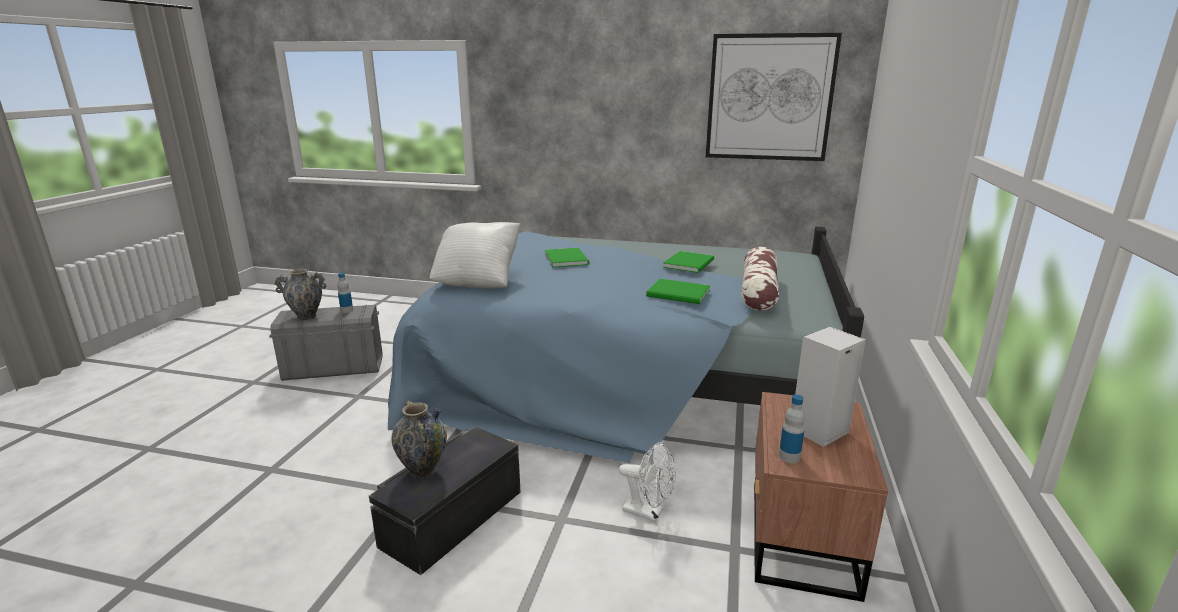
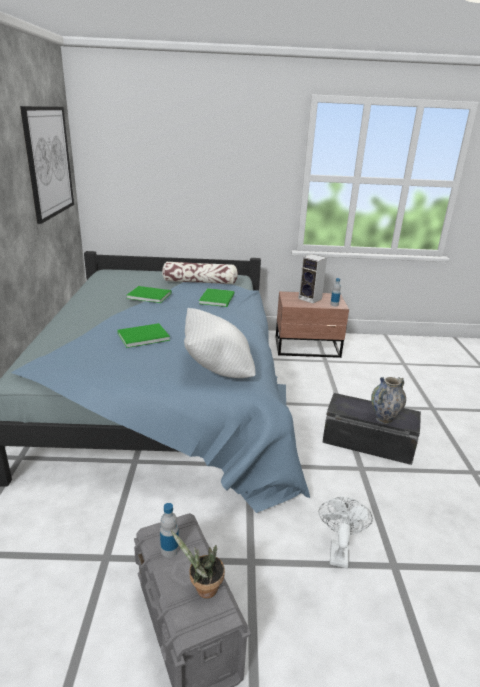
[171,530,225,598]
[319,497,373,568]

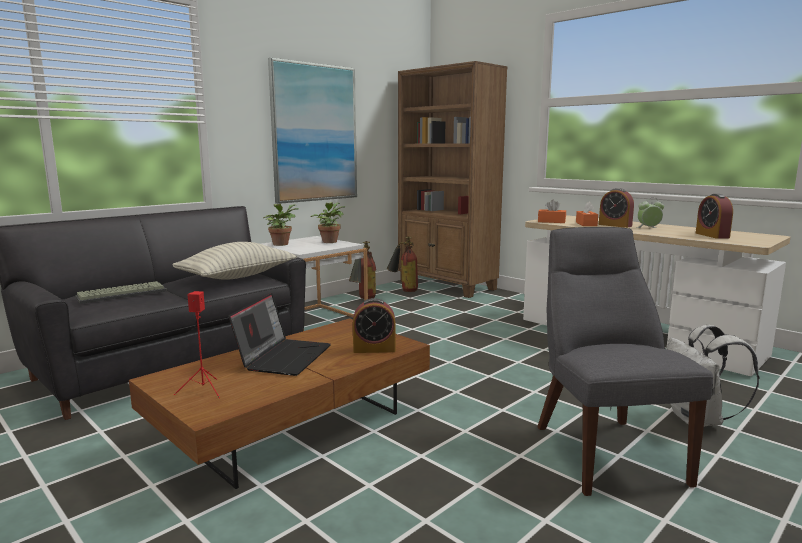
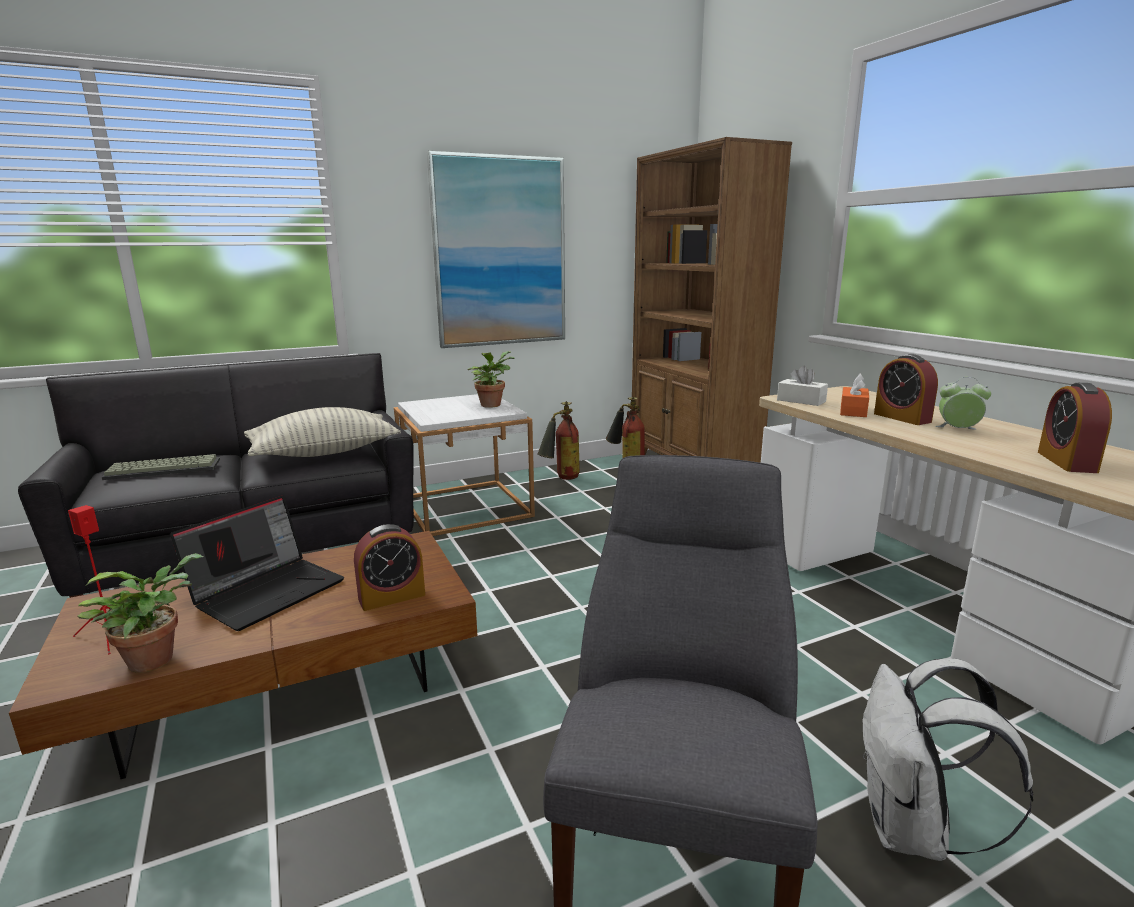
[78,553,203,673]
[354,524,425,611]
[777,365,828,406]

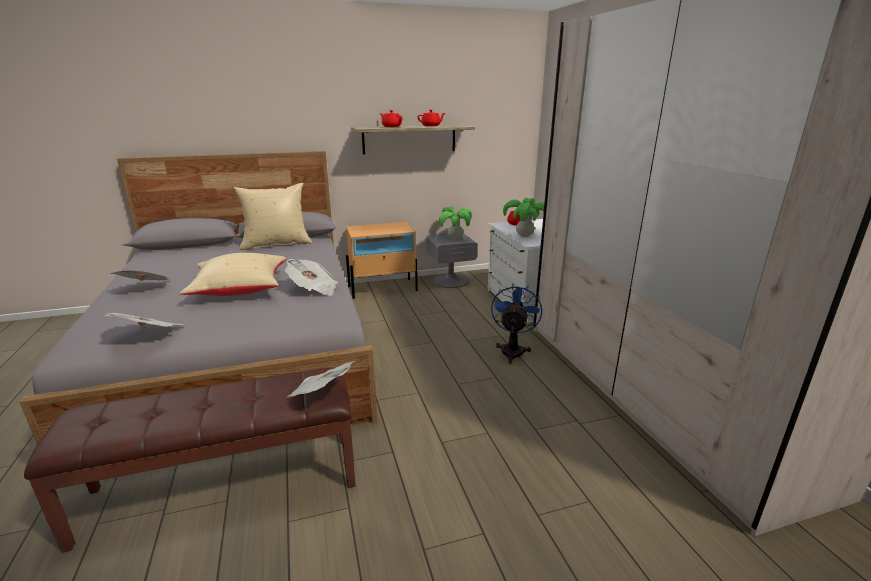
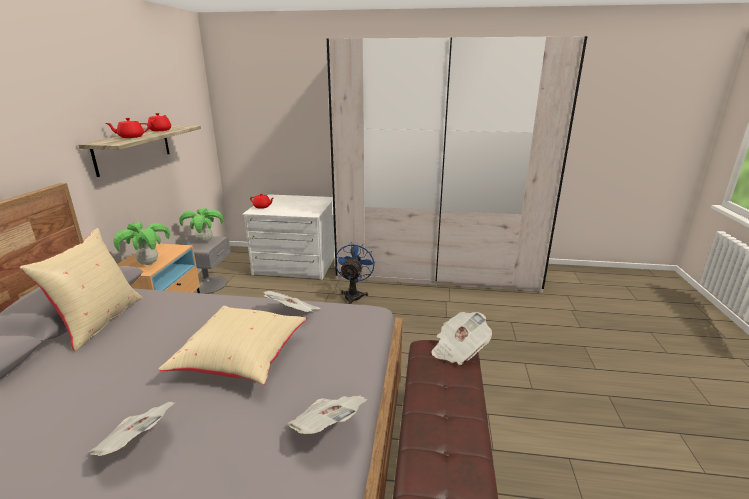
[113,222,170,265]
[335,242,375,304]

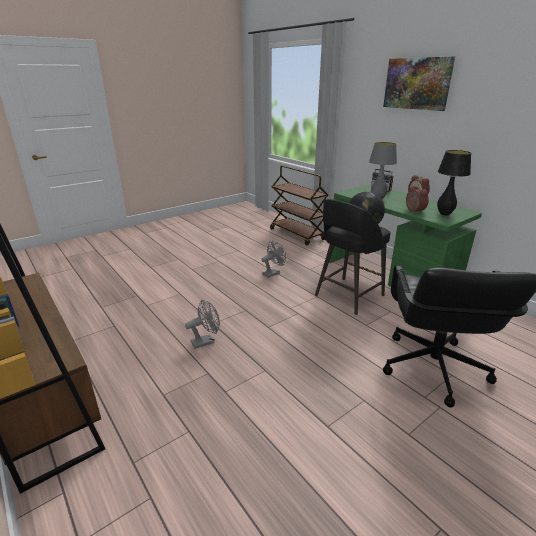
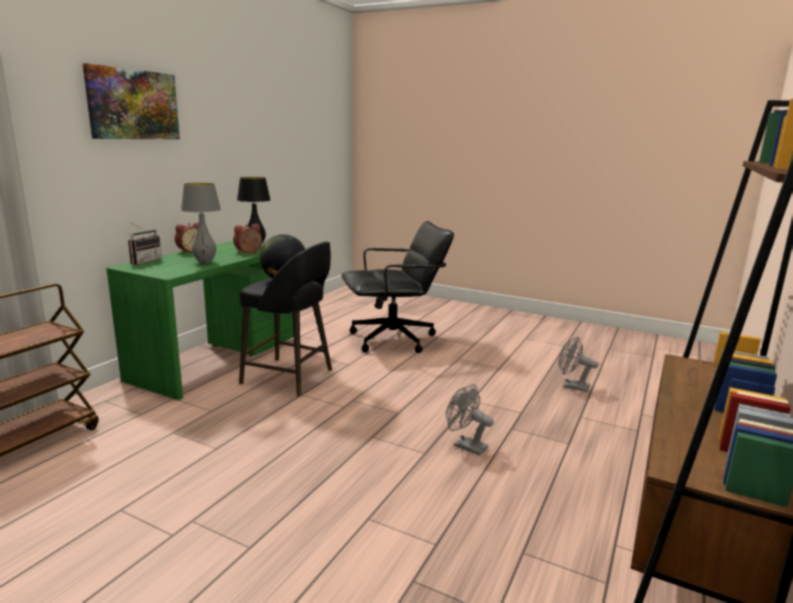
[559,337,598,392]

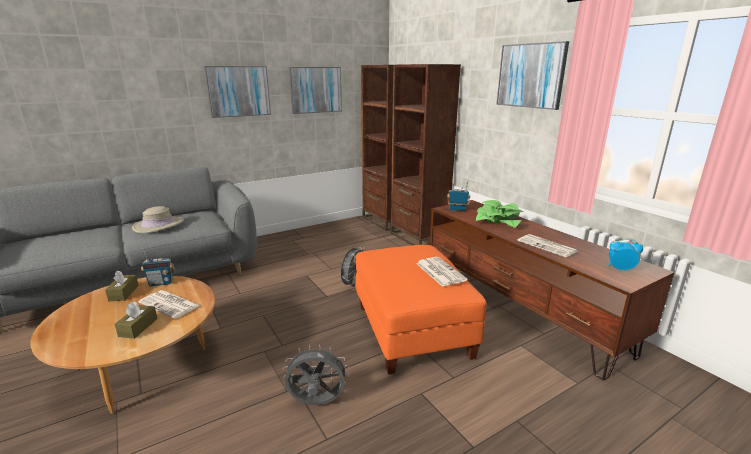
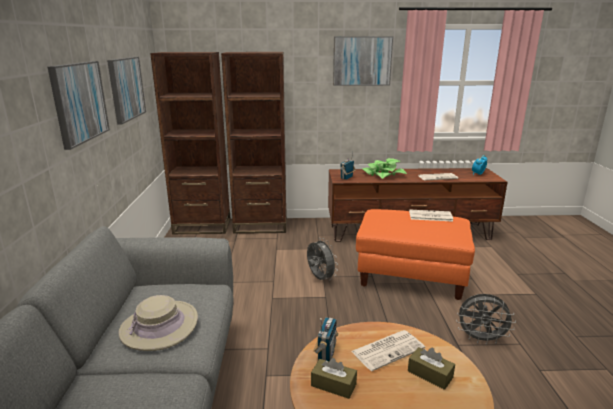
[456,294,516,345]

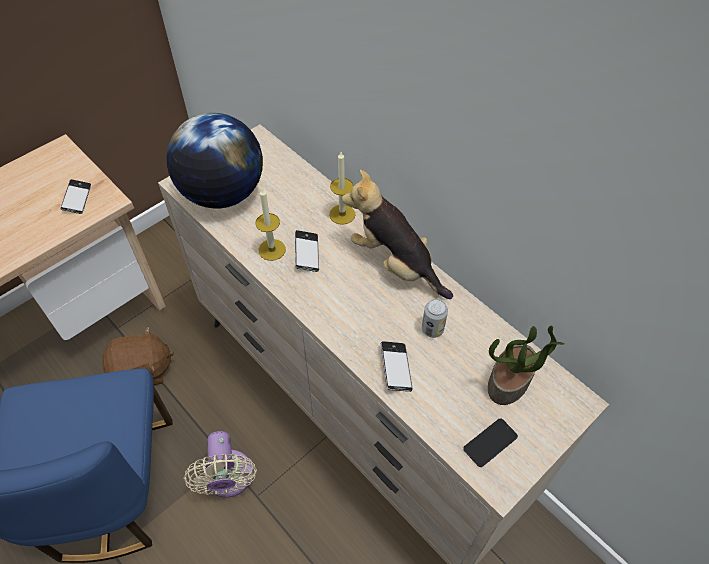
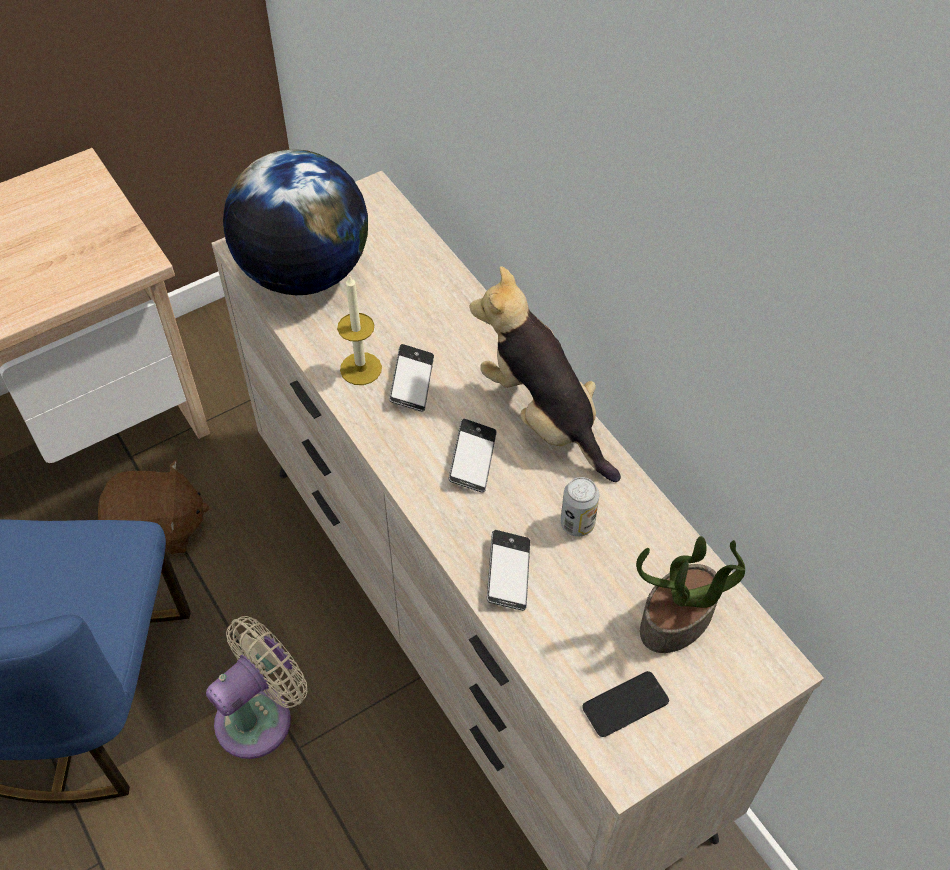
[206,616,308,759]
[448,419,497,492]
[329,152,356,225] (first image)

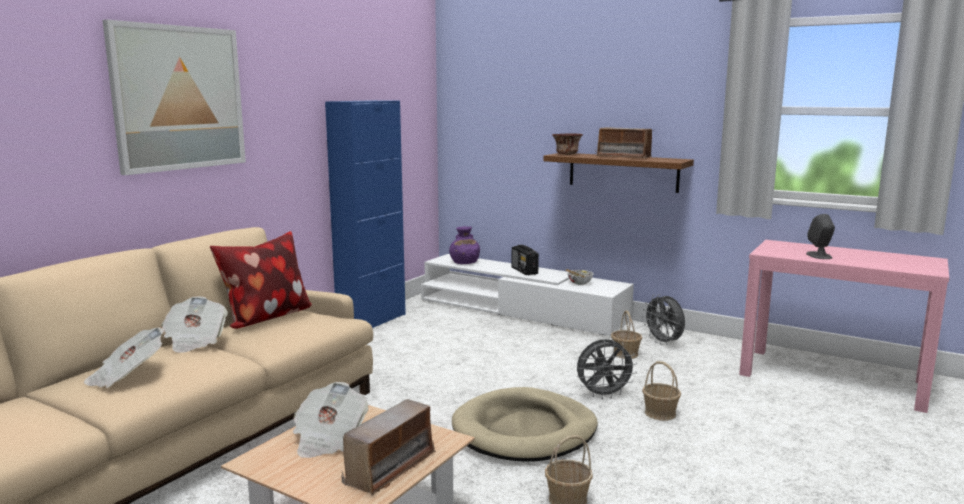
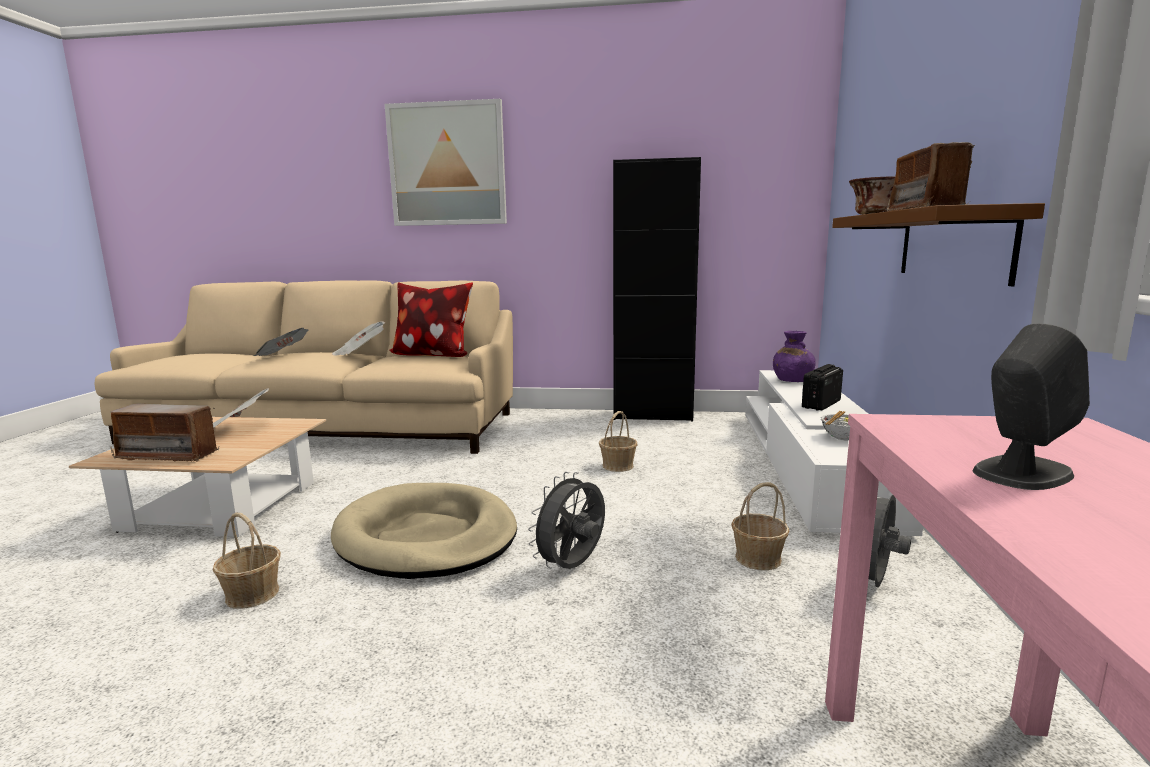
[528,472,605,569]
[599,411,638,472]
[613,157,701,422]

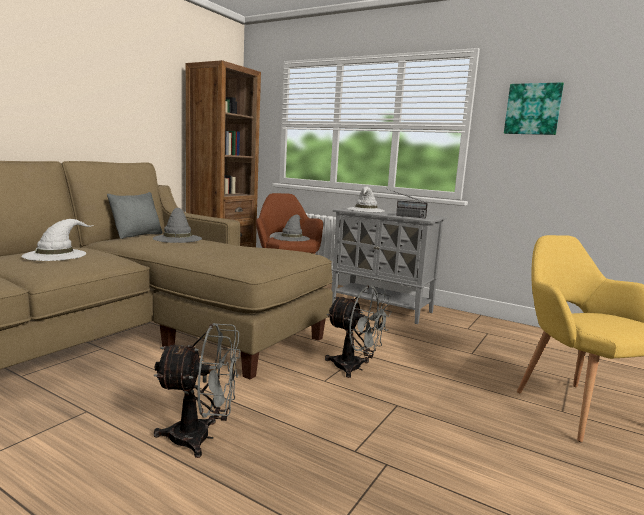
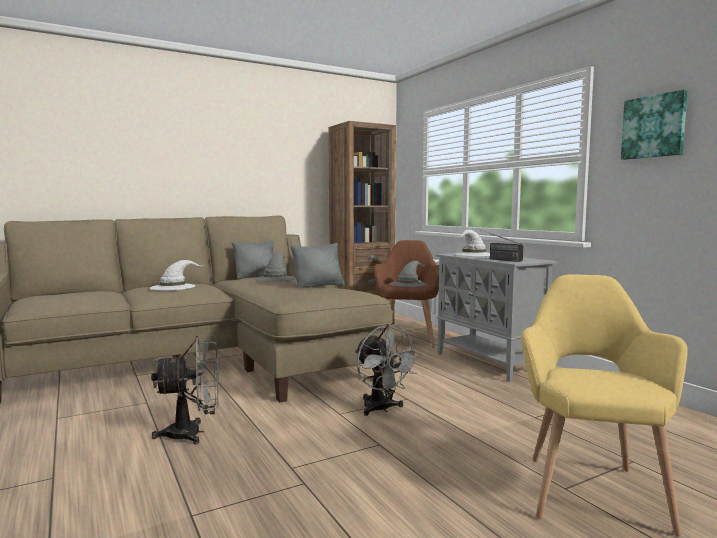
[151,335,219,444]
[290,243,345,289]

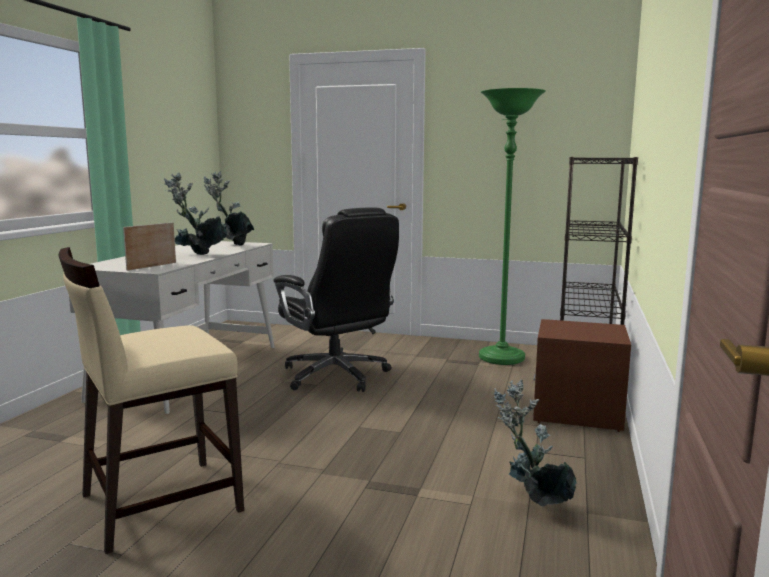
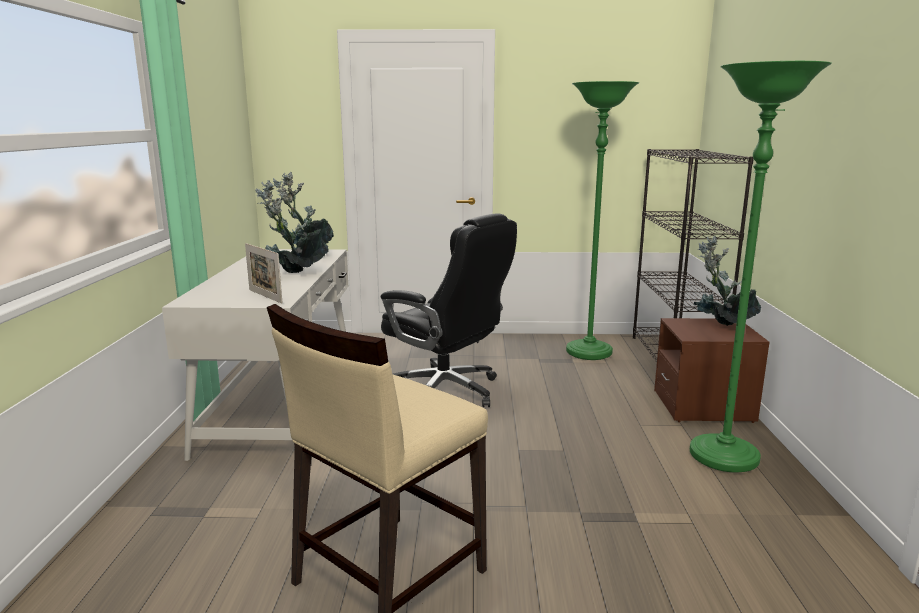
[245,243,282,304]
[690,61,831,472]
[694,236,761,326]

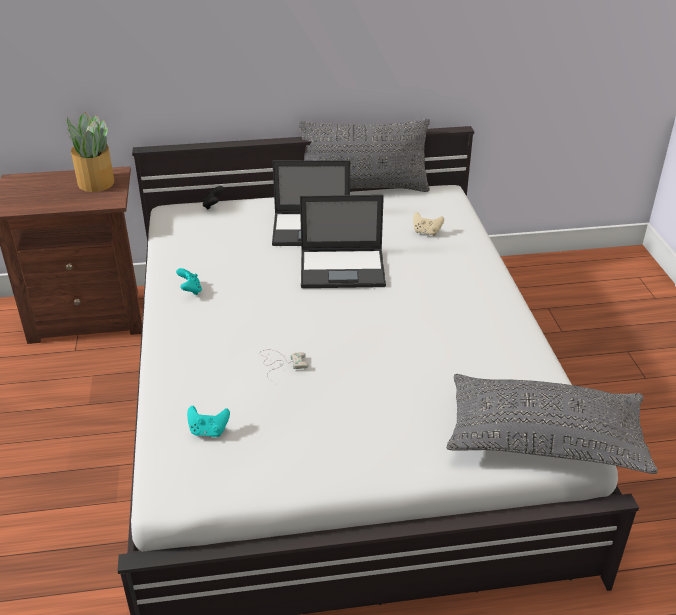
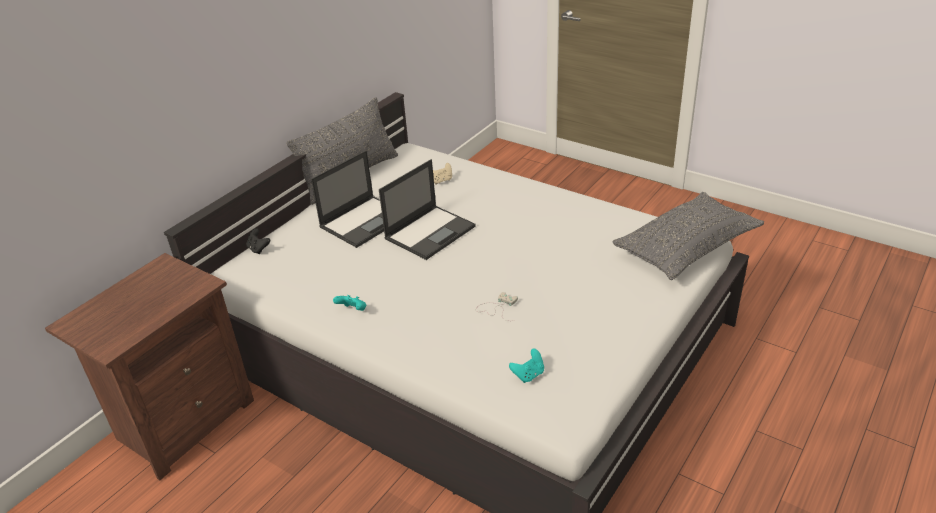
[67,112,114,192] (first image)

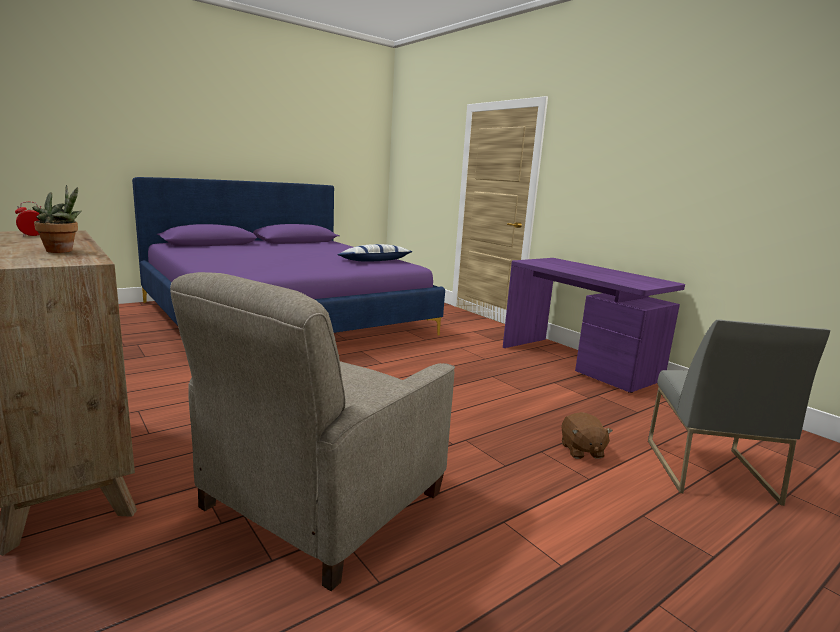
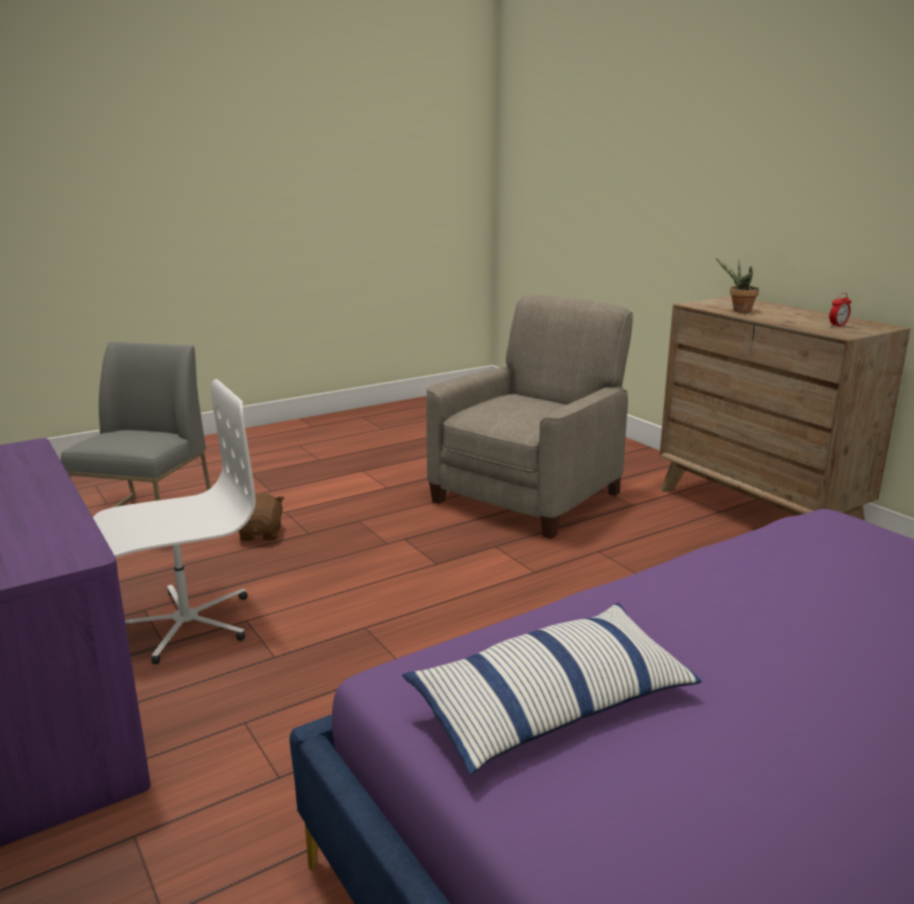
[93,379,255,664]

